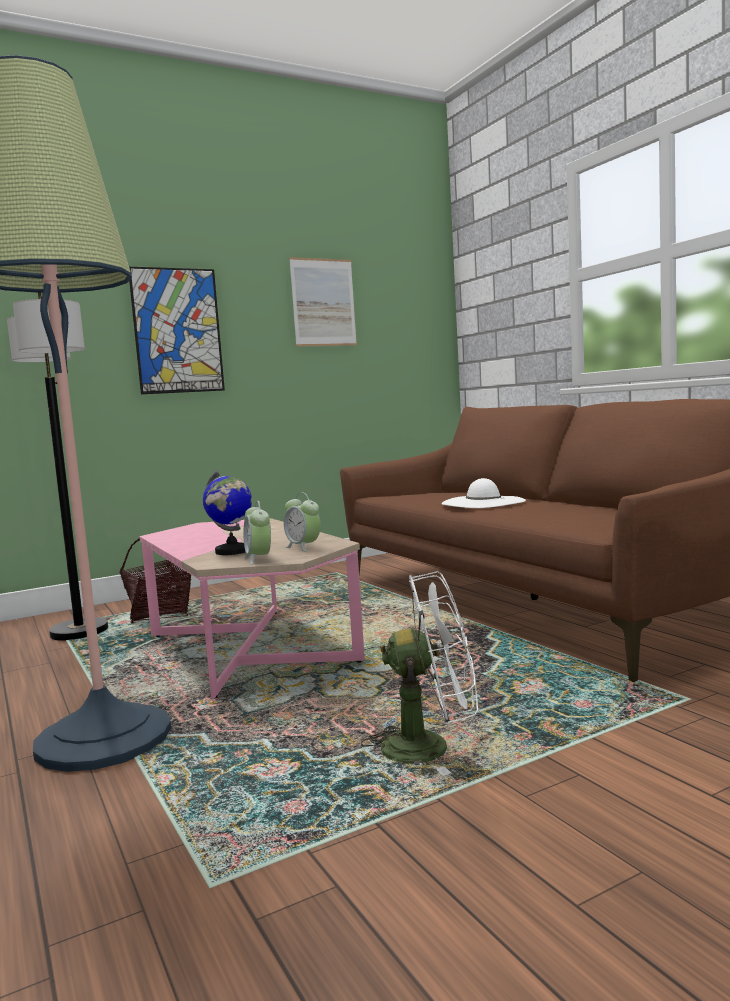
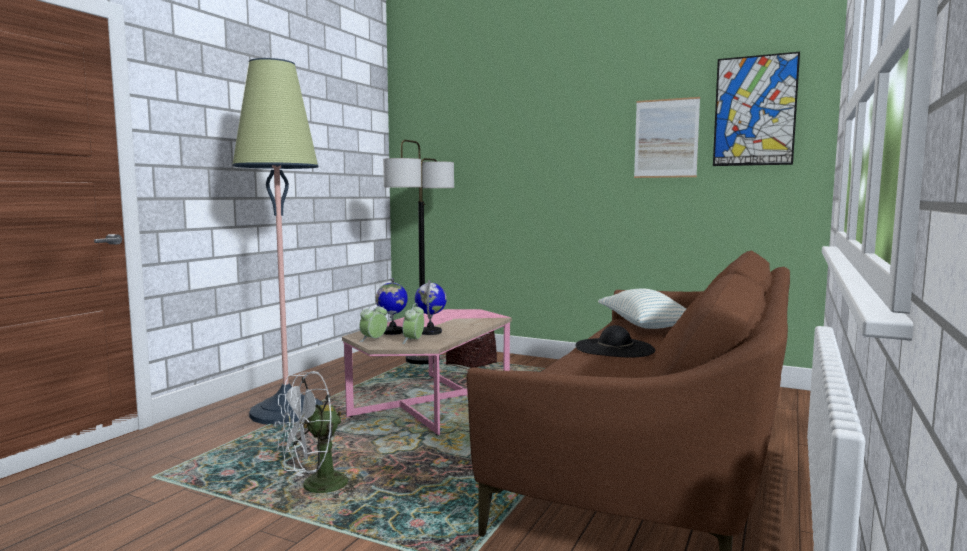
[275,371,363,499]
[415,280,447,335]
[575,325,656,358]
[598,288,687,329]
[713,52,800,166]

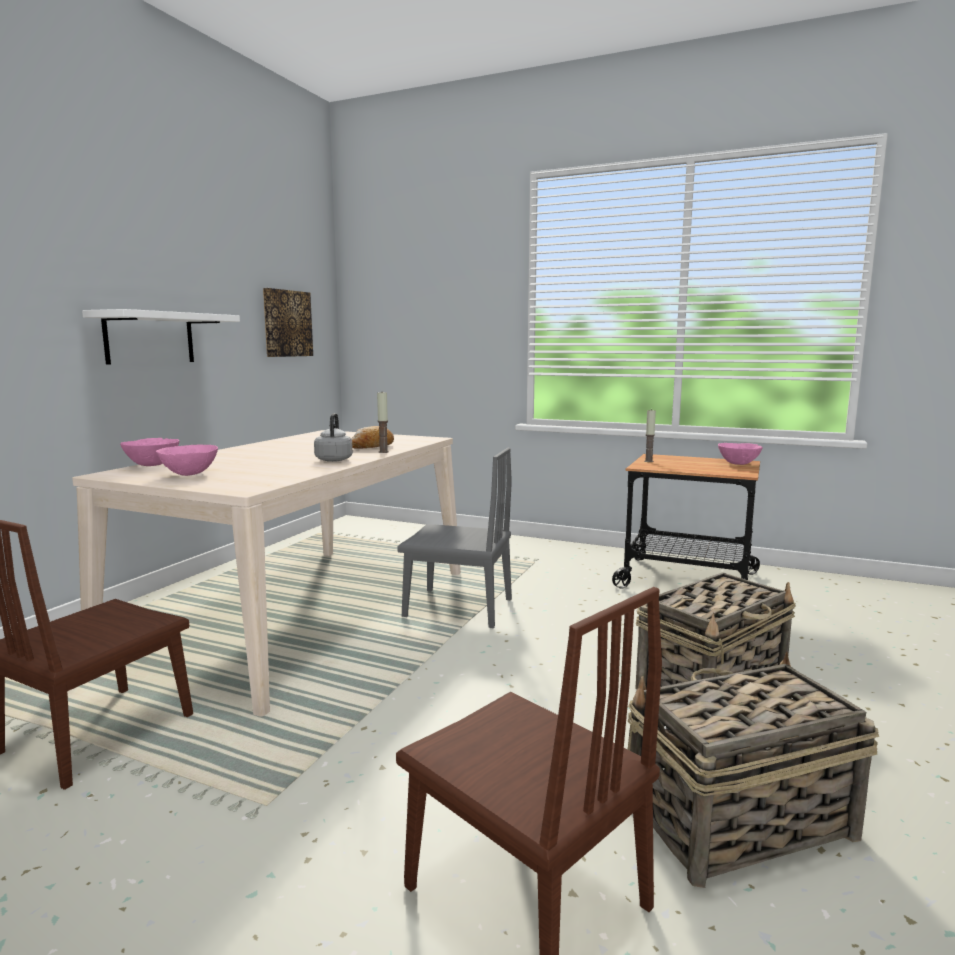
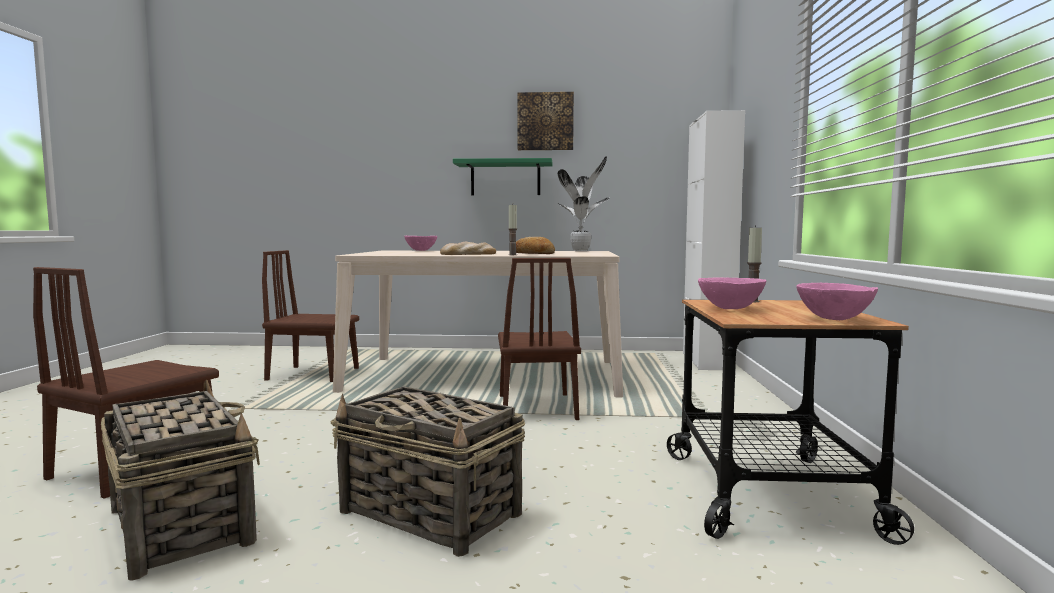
[440,242,496,255]
[453,158,553,195]
[498,258,581,420]
[517,92,574,150]
[558,156,610,251]
[683,110,745,370]
[698,277,766,309]

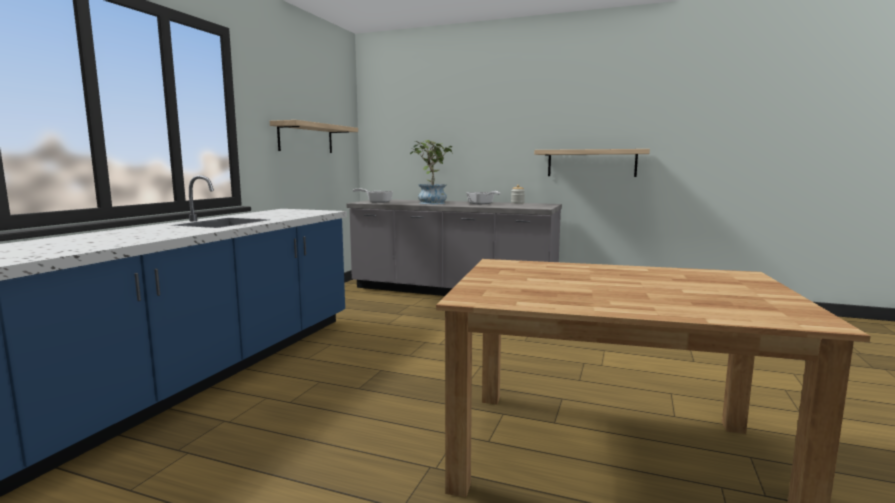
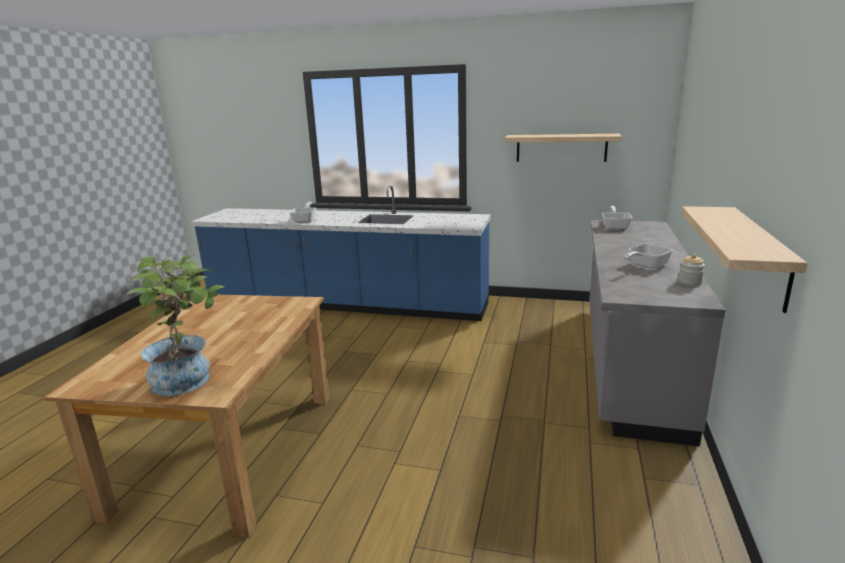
[127,255,225,396]
[289,202,316,223]

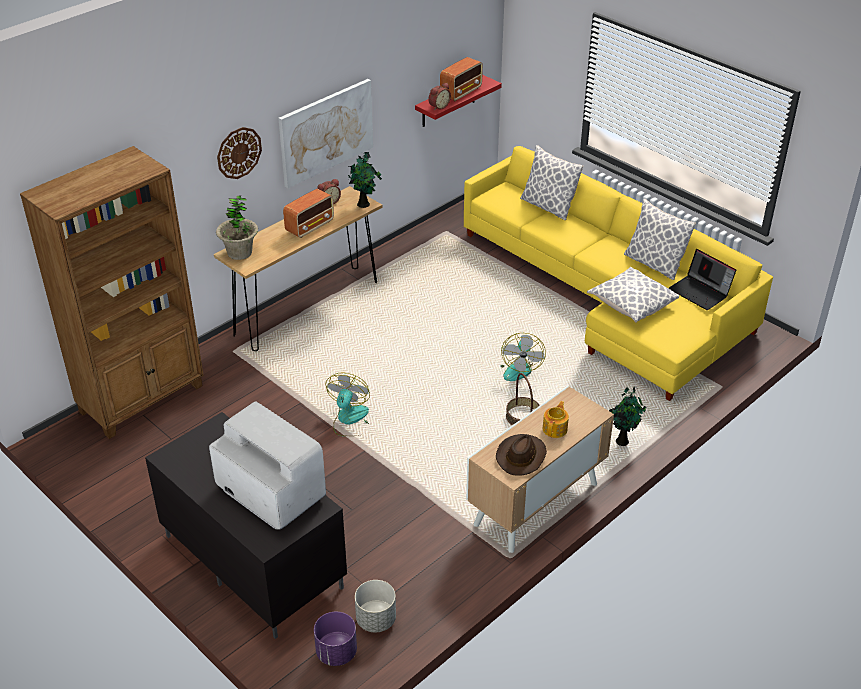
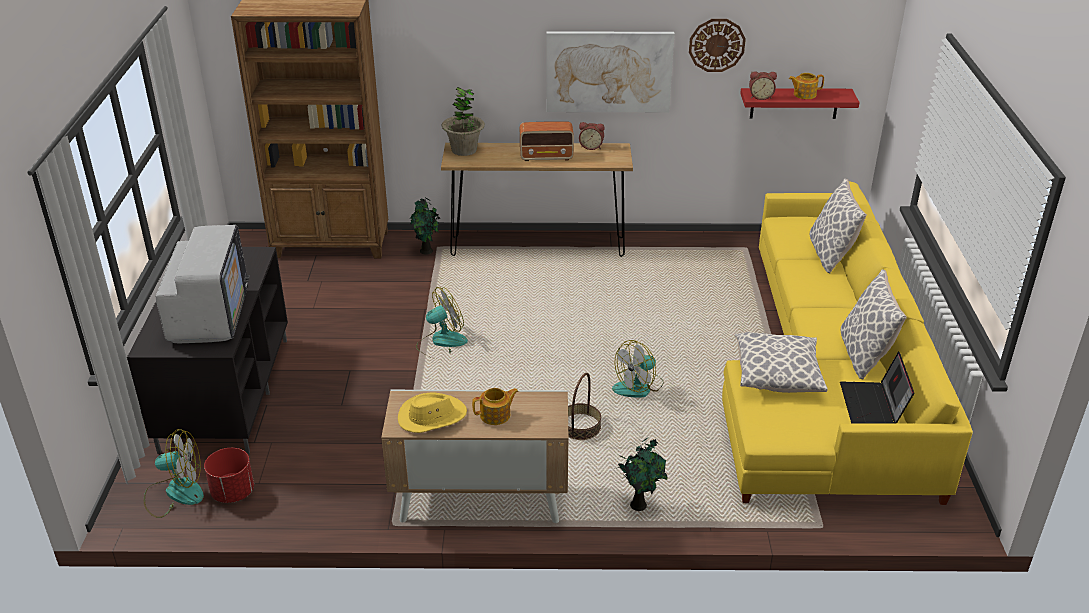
[144,429,204,518]
[204,448,254,503]
[398,393,467,433]
[410,198,440,255]
[689,19,746,72]
[789,73,824,99]

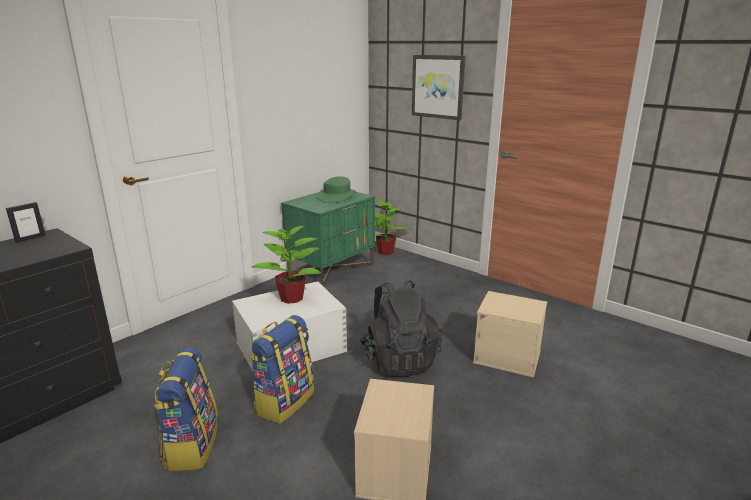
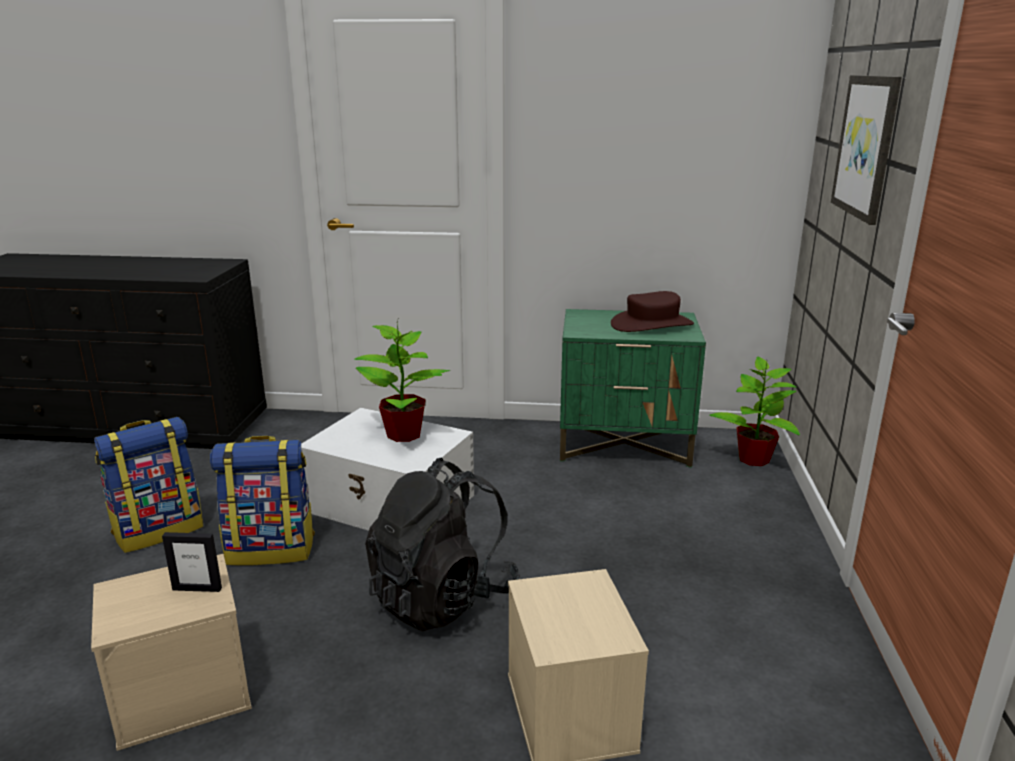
[162,532,222,592]
[611,291,694,332]

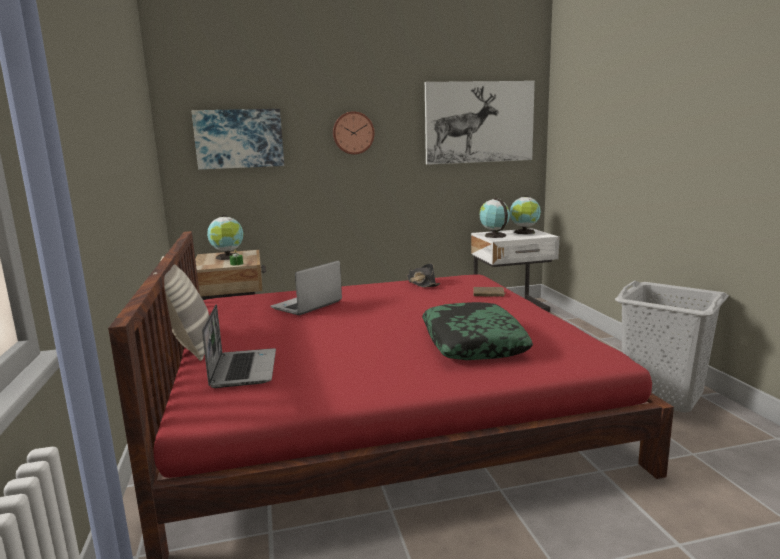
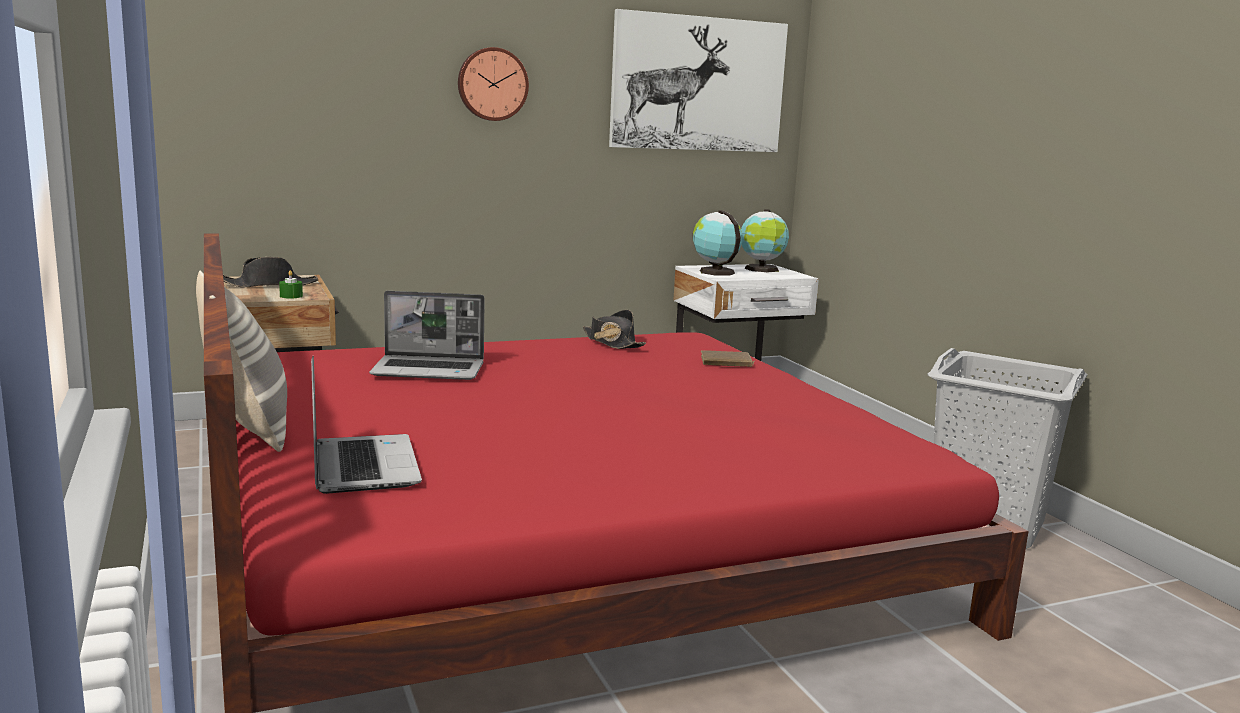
[223,257,318,287]
[369,291,485,380]
[192,109,284,169] (first image)
[422,302,533,360] (first image)

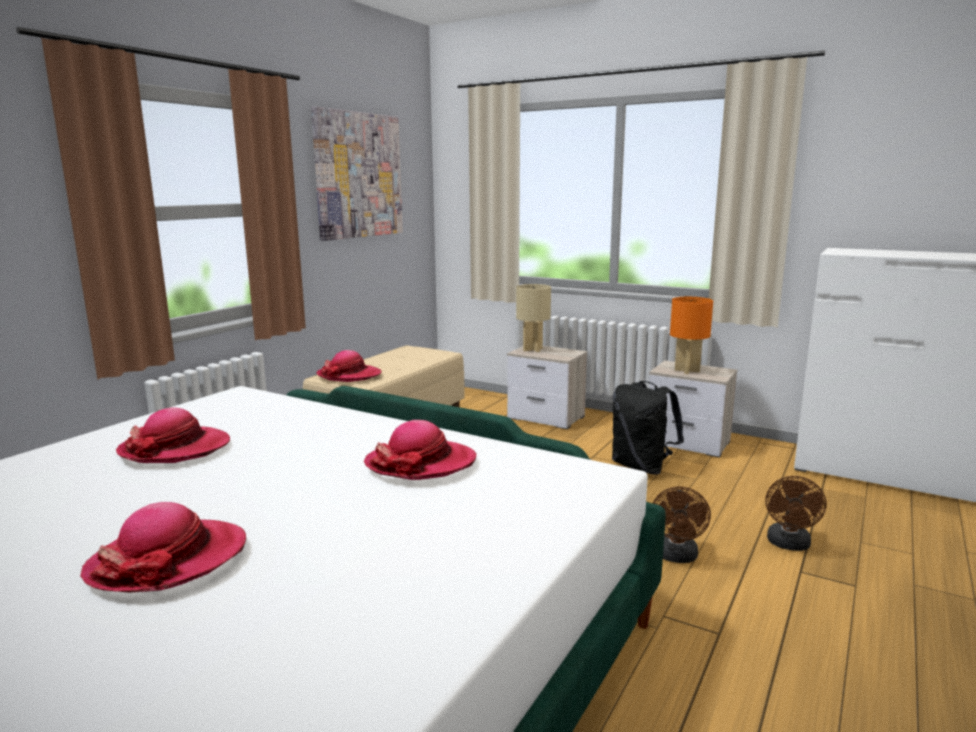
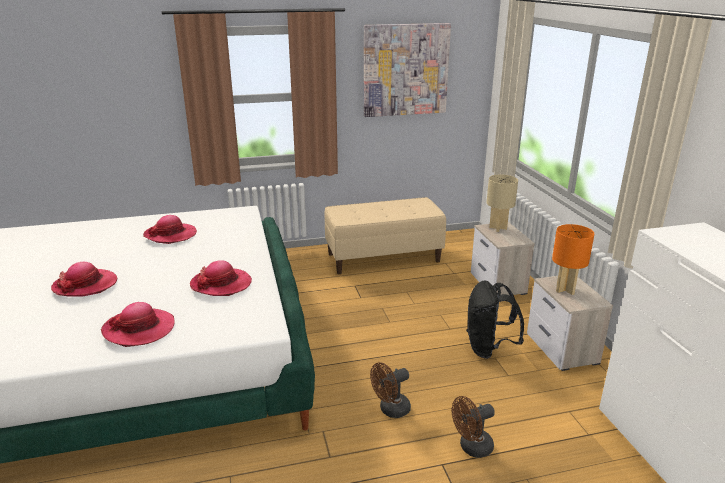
[101,302,175,347]

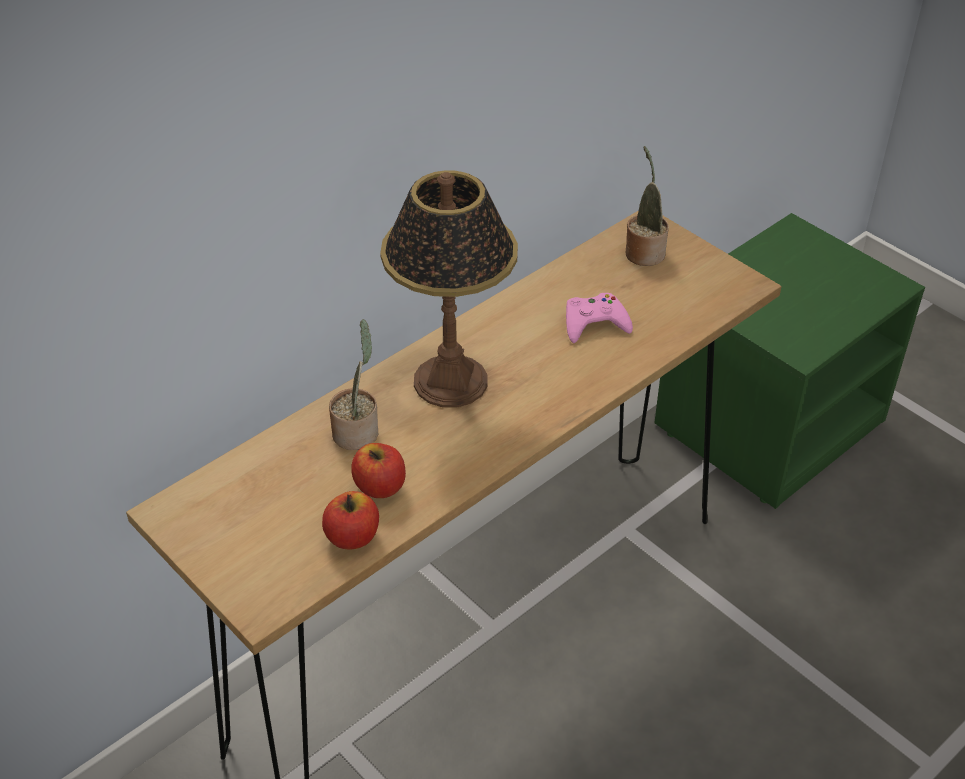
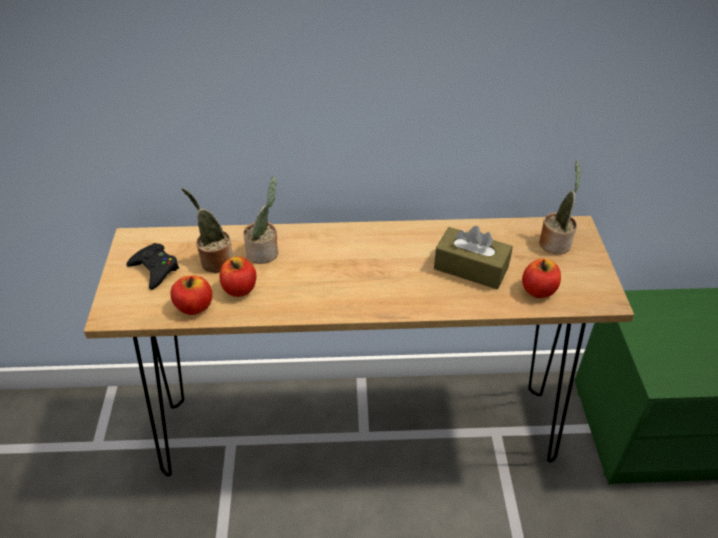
[127,243,179,290]
[182,188,233,273]
[434,226,513,289]
[522,259,561,298]
[380,170,518,407] (first image)

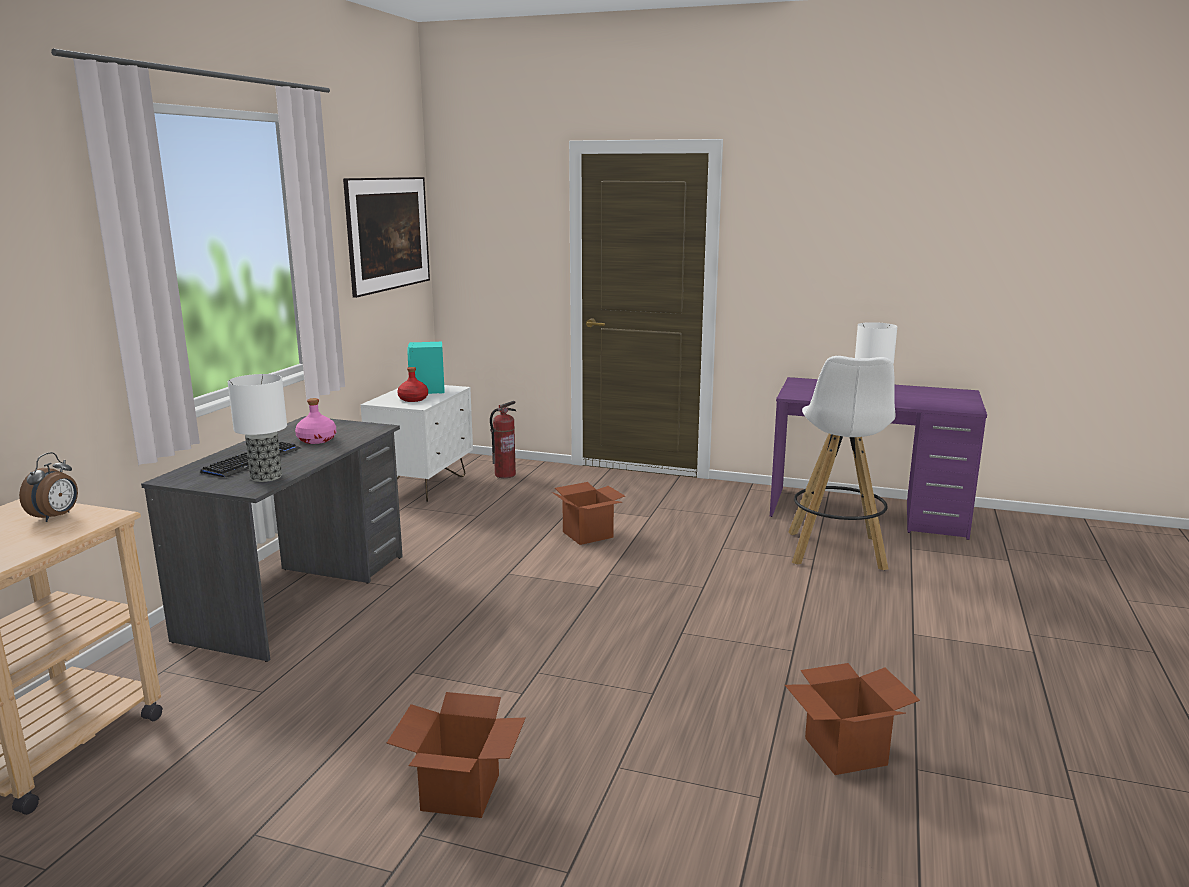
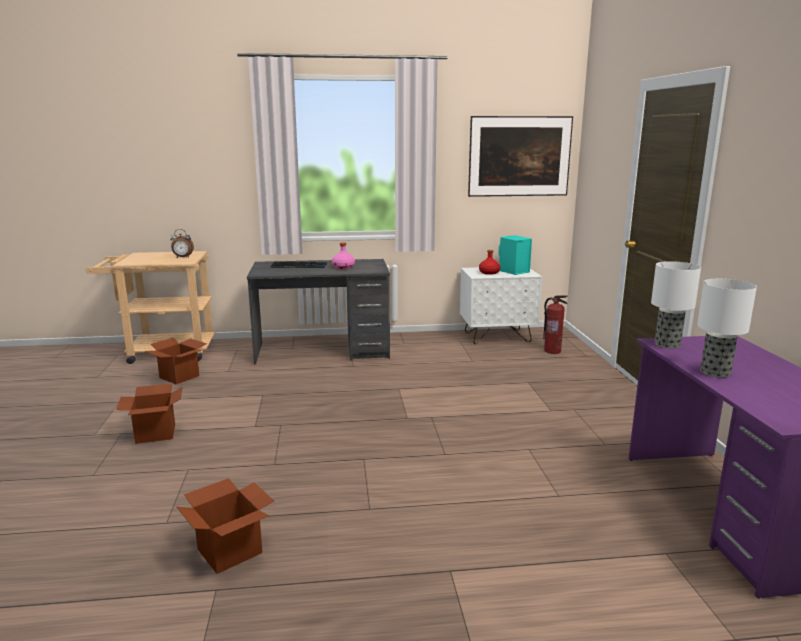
[144,338,207,384]
[651,261,701,348]
[788,356,895,570] (first image)

